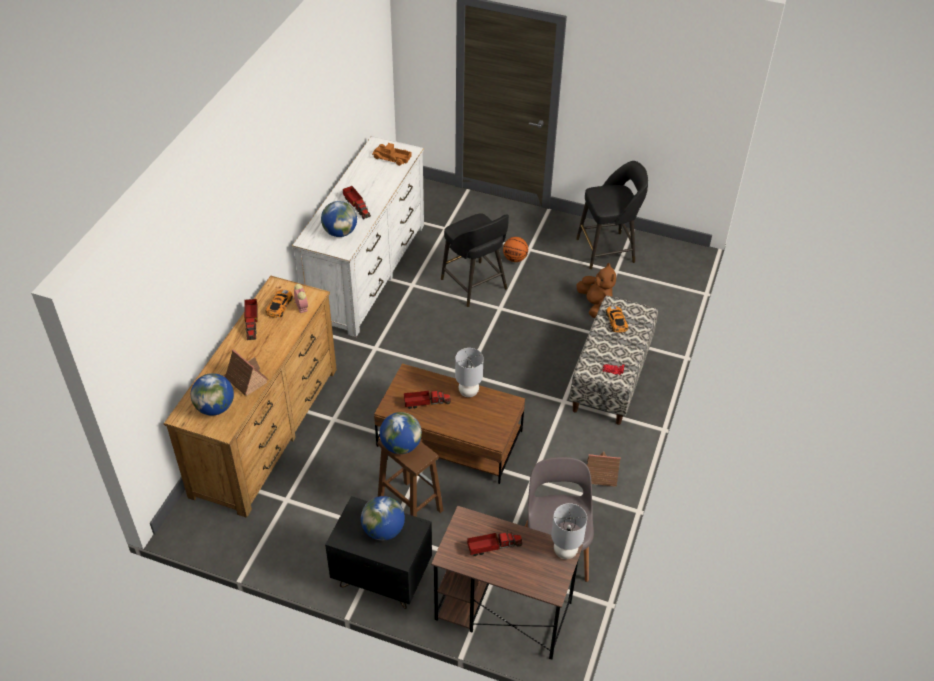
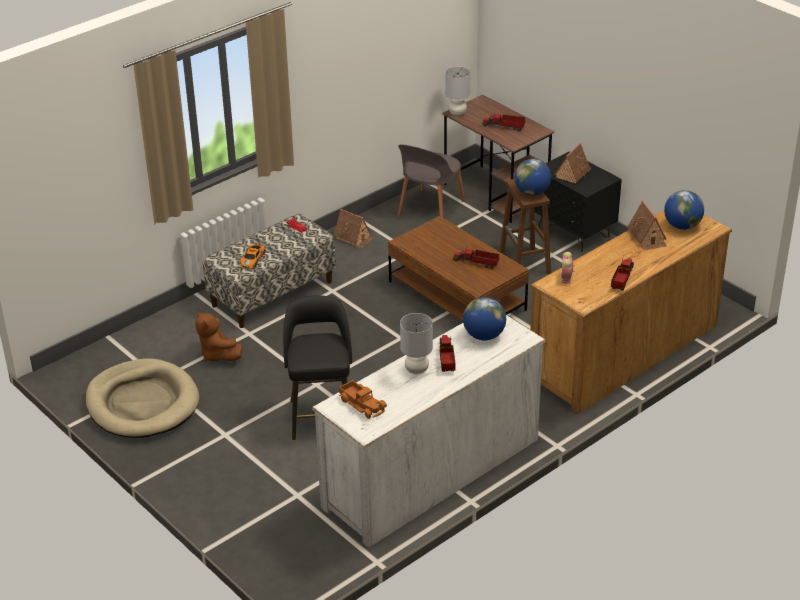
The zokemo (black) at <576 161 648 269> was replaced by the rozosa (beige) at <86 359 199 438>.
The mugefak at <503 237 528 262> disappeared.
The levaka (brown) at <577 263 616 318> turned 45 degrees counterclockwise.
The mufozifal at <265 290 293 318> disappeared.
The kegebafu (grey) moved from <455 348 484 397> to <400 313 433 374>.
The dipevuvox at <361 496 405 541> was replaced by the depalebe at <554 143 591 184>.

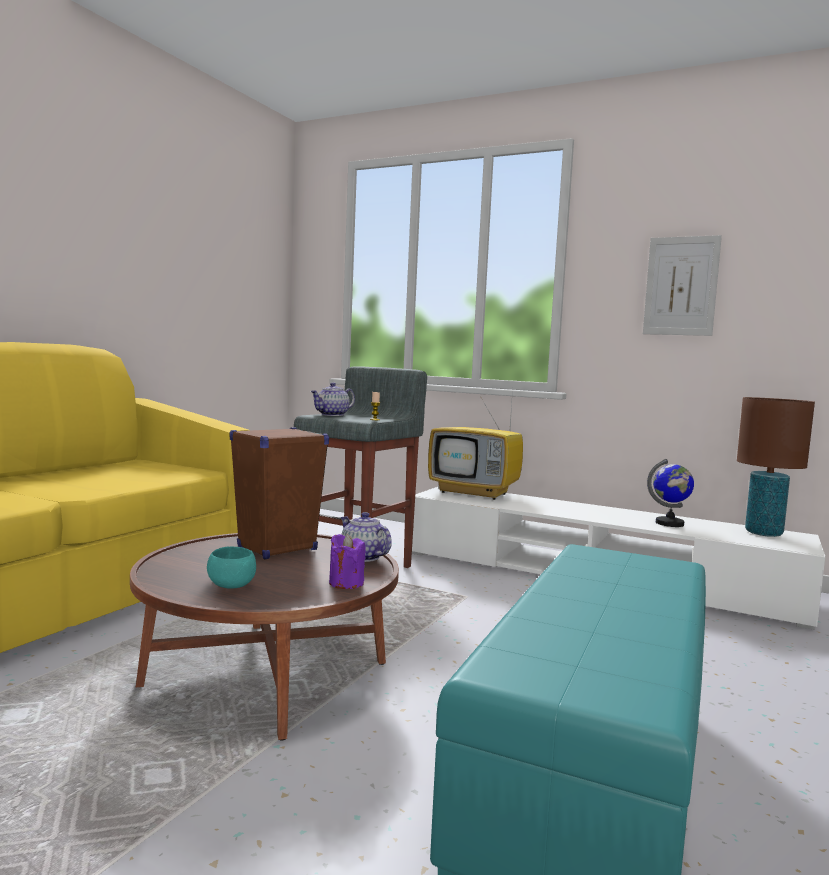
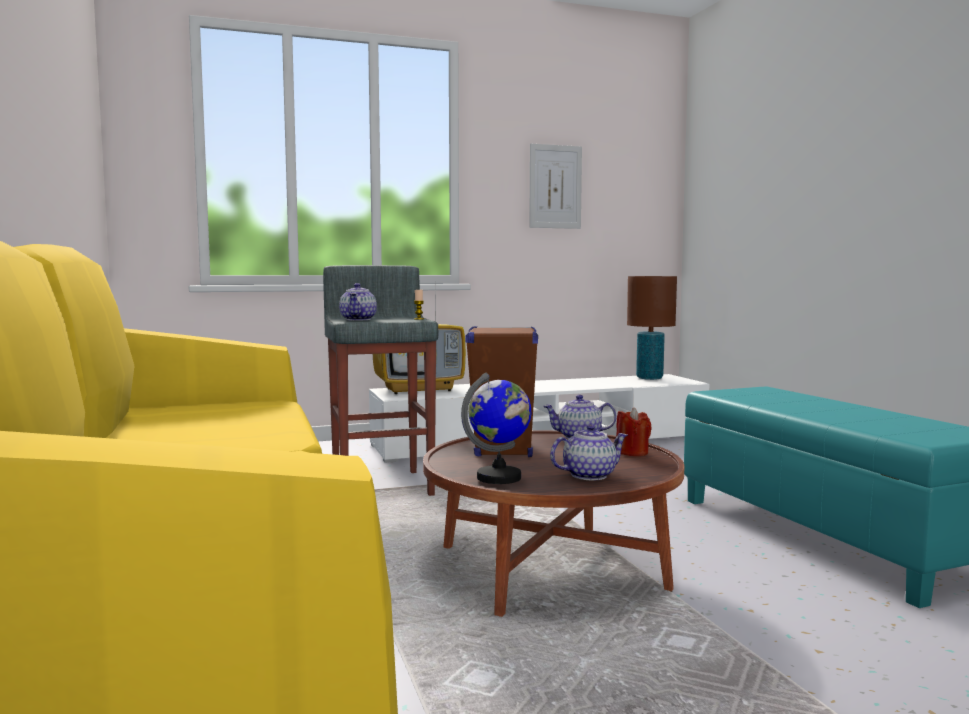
The dipevuvox moved from <647 459 694 527> to <461 373 531 484>.
The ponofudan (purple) at <329 534 365 589> became the ponofudan (red) at <616 408 652 456>.
The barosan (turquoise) at <207 546 256 588> was replaced by the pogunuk at <550 424 628 480>.

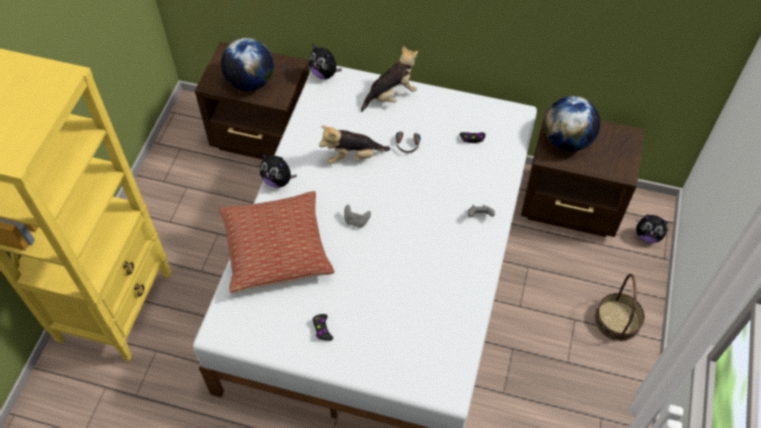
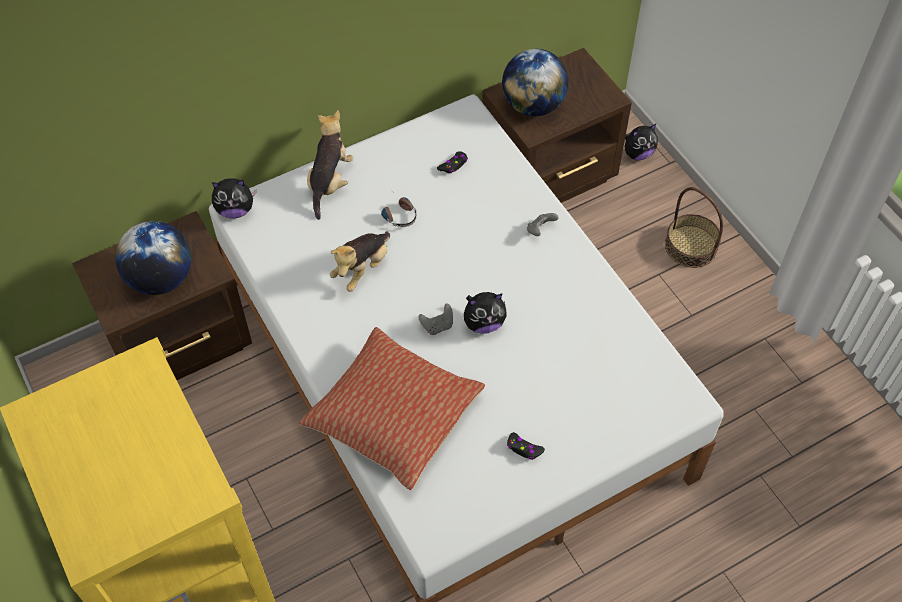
The levaka moved from <260 153 297 188> to <464 292 507 334>.

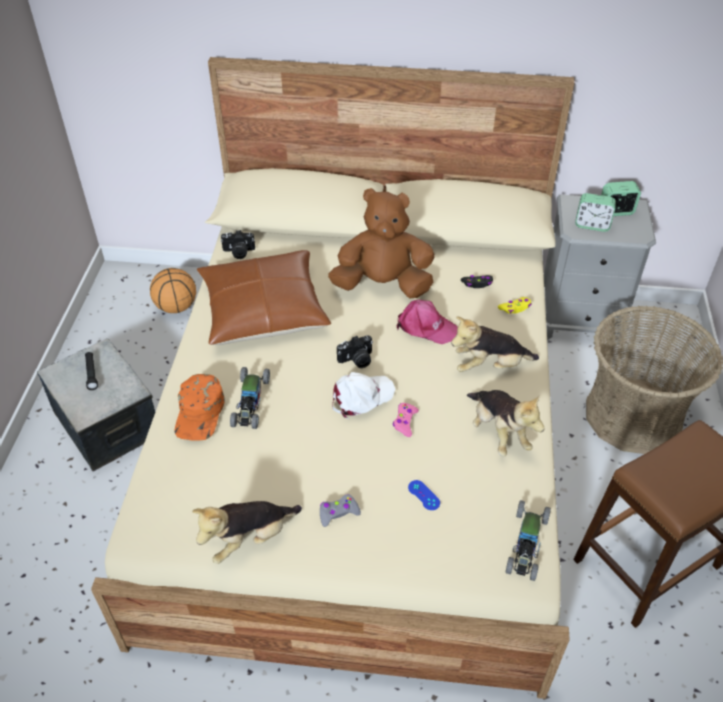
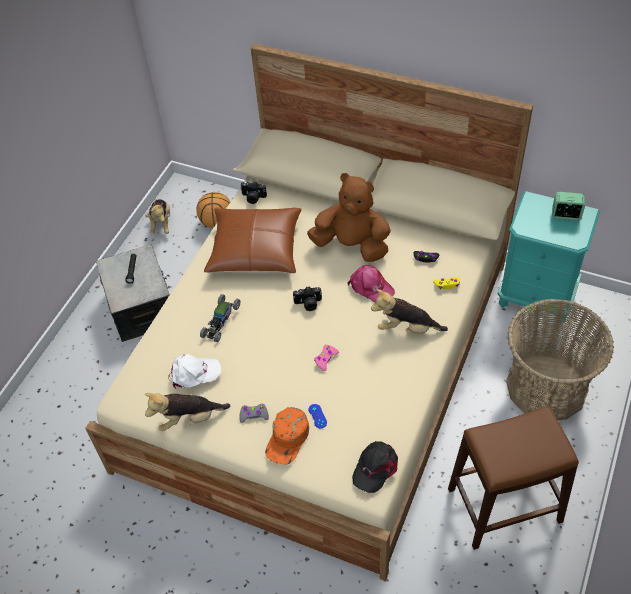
The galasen at <575 193 616 232> disappeared.
The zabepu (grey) at <544 194 656 345> became the zabepu (turquoise) at <498 191 600 323>.
The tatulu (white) moved from <332 372 396 419> to <169 354 221 390>.
The tatulu (orange) moved from <174 374 225 441> to <265 407 309 464>.
The levaka moved from <467 390 545 456> to <145 199 170 234>.
The mufozifal at <506 500 551 581> was replaced by the tatulu (black) at <352 441 398 493>.

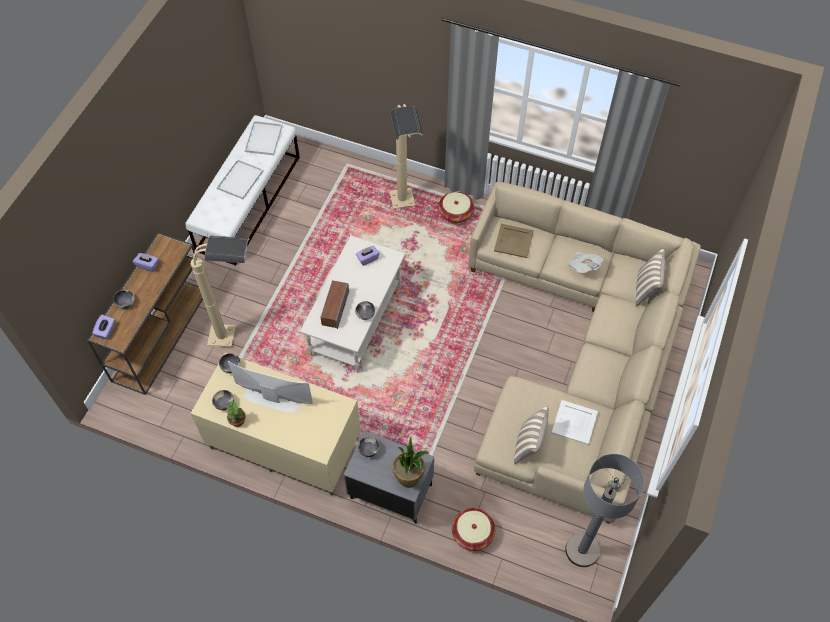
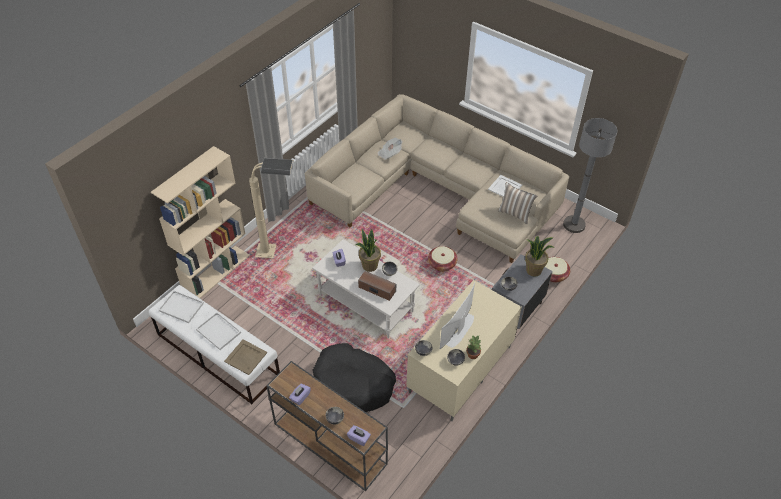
The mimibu moved from <438 192 474 223> to <428 246 457 272>.
The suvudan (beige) moved from <494 224 534 258> to <224 339 267 375>.
The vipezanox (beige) at <190 236 250 347> was replaced by the rozosa (black) at <312 343 396 412>.
The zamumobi at <636 249 665 307> disappeared.
The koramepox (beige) at <151 146 250 298> appeared.
The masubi at <355 229 381 272> appeared.

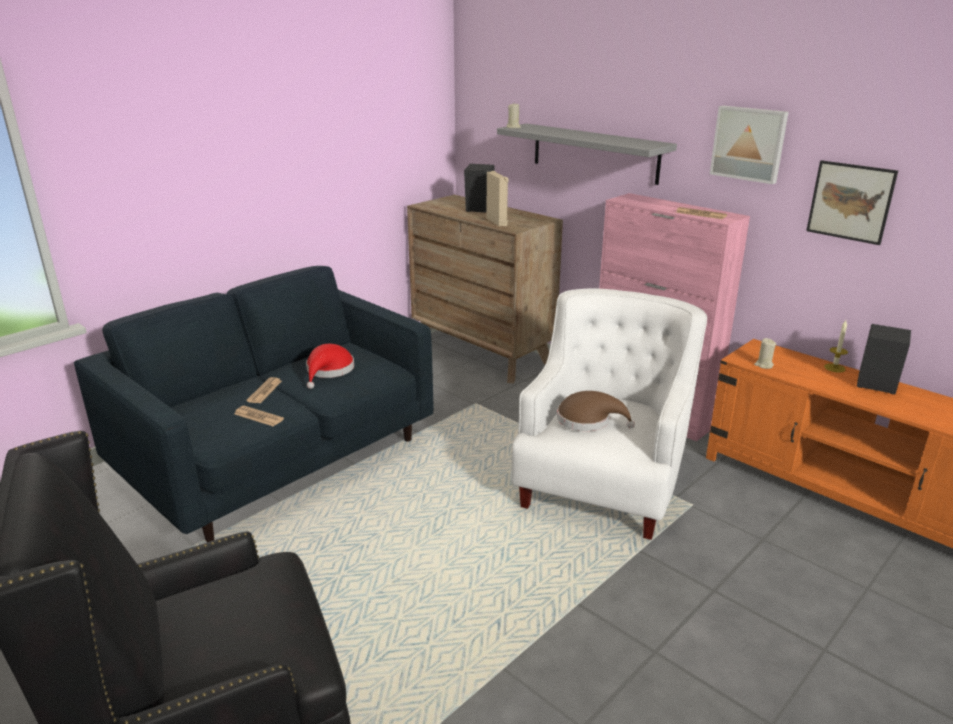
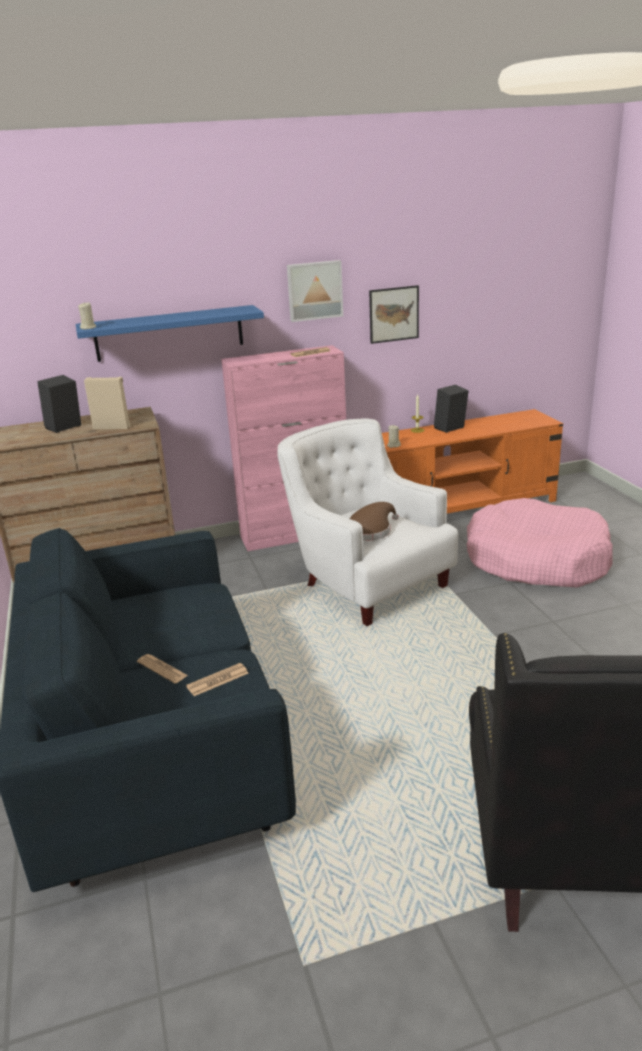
The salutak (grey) at <497 123 677 185> became the salutak (blue) at <76 305 264 362>.
The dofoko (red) at <306 344 354 389> disappeared.
The rozosa (pink) at <466 498 613 588> appeared.

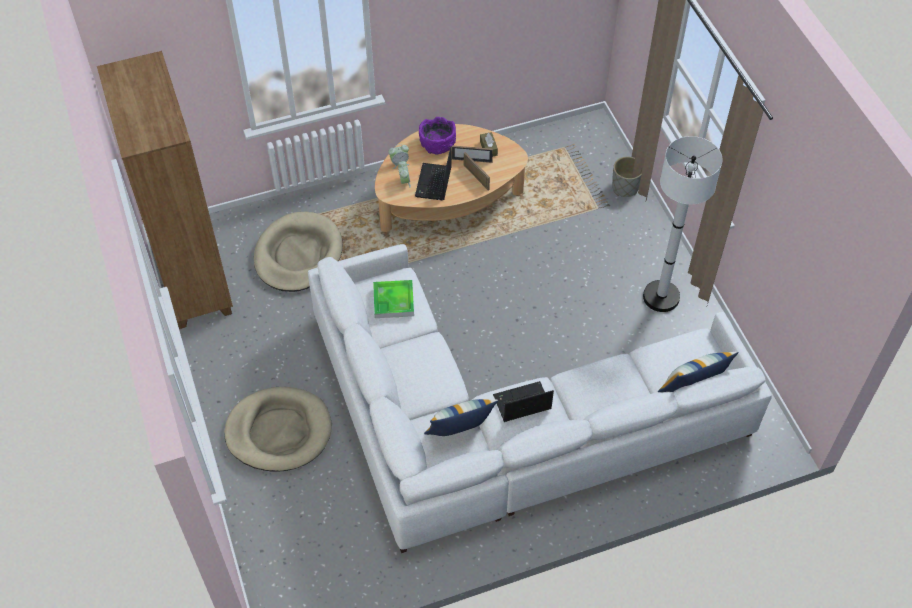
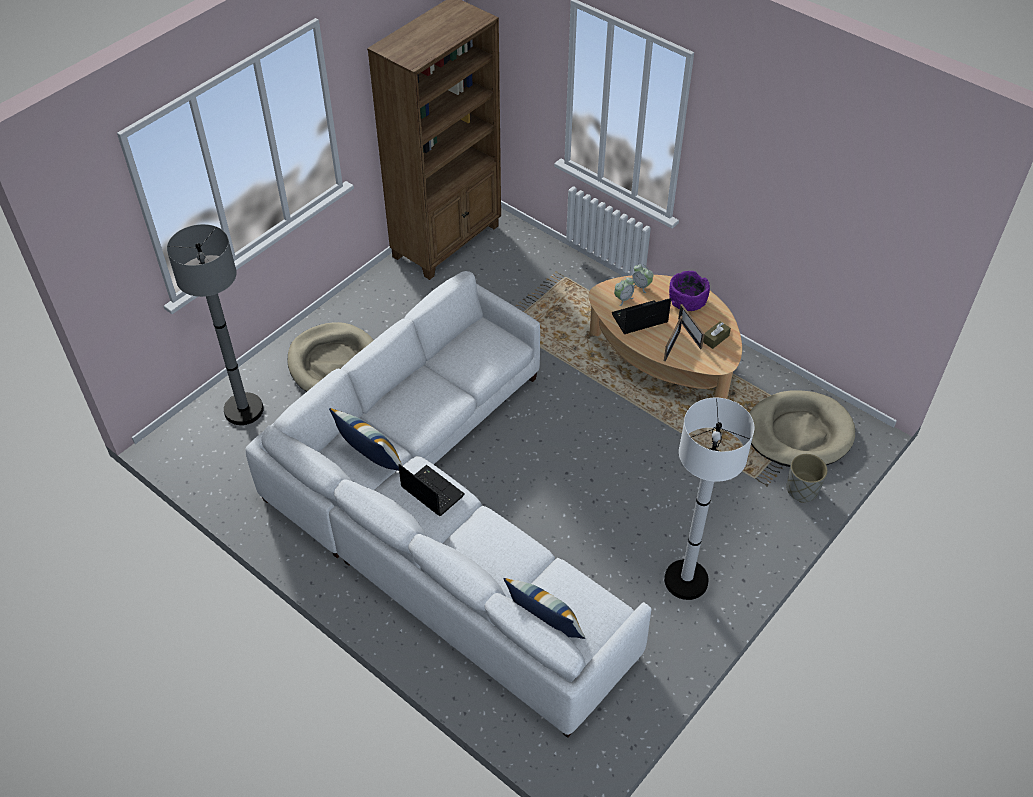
The rozosa (beige) moved from <254 212 343 292> to <749 390 855 467>.
The suvudan at <373 280 414 318> disappeared.
The vipezanox (grey) at <167 224 264 425> appeared.

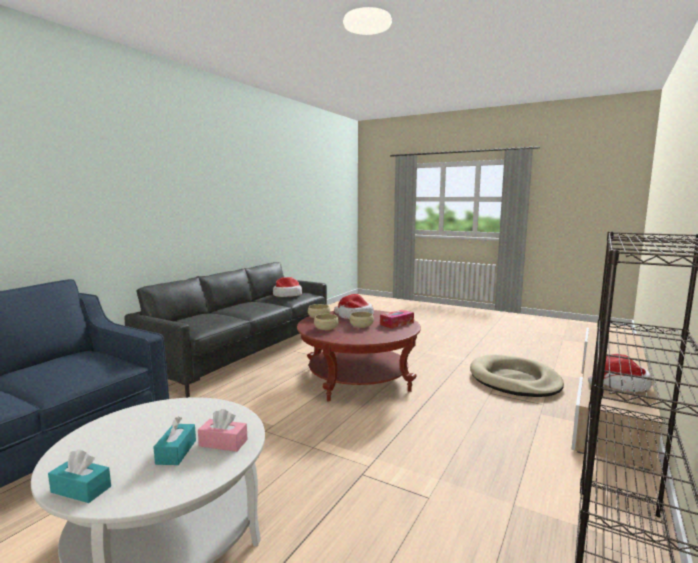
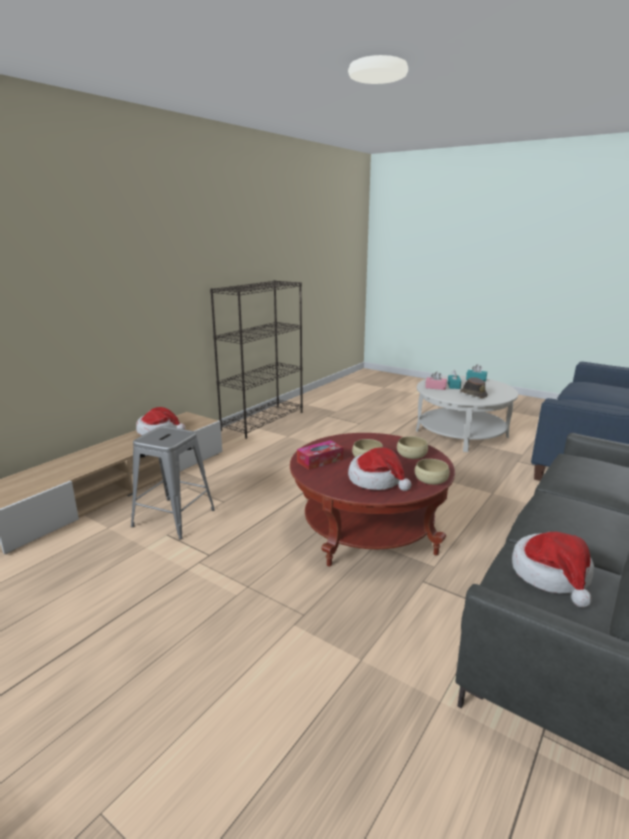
The rozosa (beige) at <470 354 564 397> was replaced by the zokemo (grey) at <131 426 215 540>.
The dofoko (brown) at <460 377 488 398> appeared.

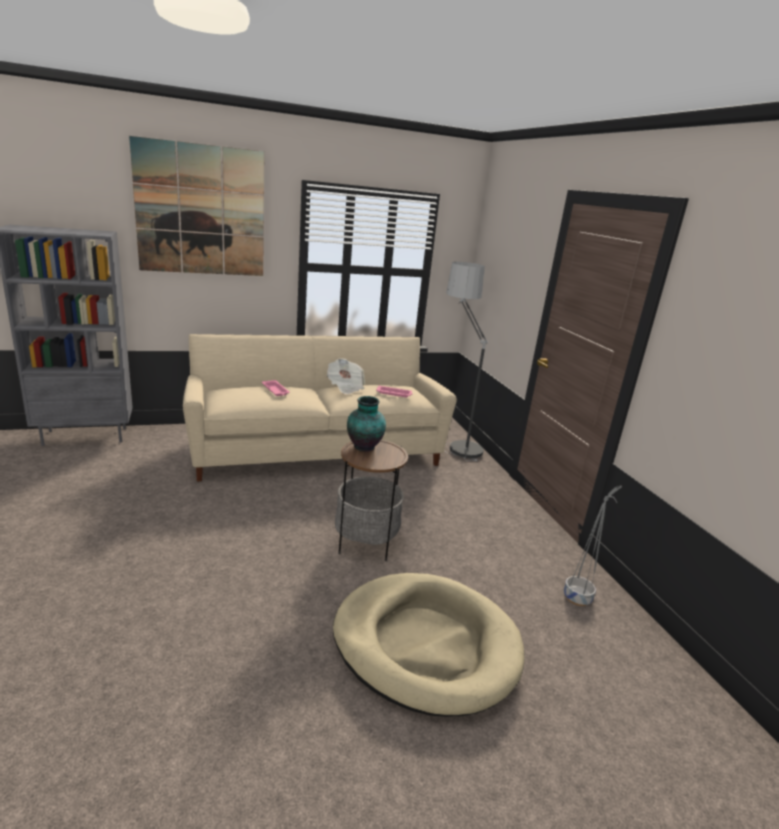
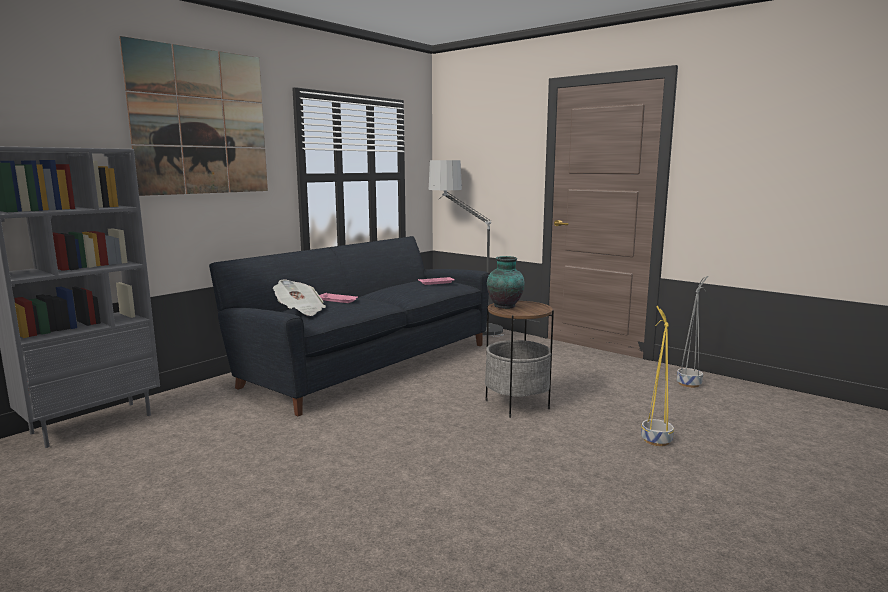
The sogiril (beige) at <183 334 457 482> became the sogiril (black) at <209 236 490 416>.
The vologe moved from <327 358 365 394> to <273 280 326 316>.
The rozosa (beige) at <333 573 525 717> was replaced by the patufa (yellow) at <641 306 674 446>.

